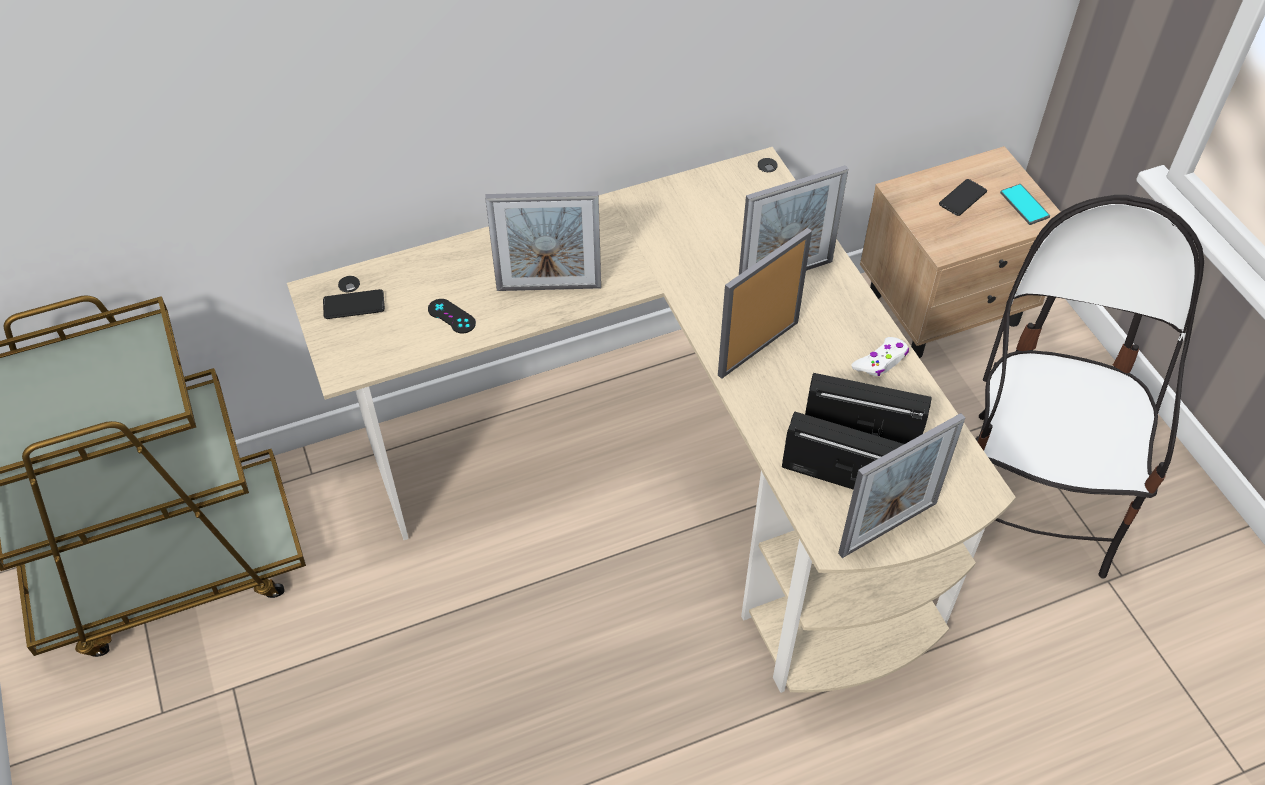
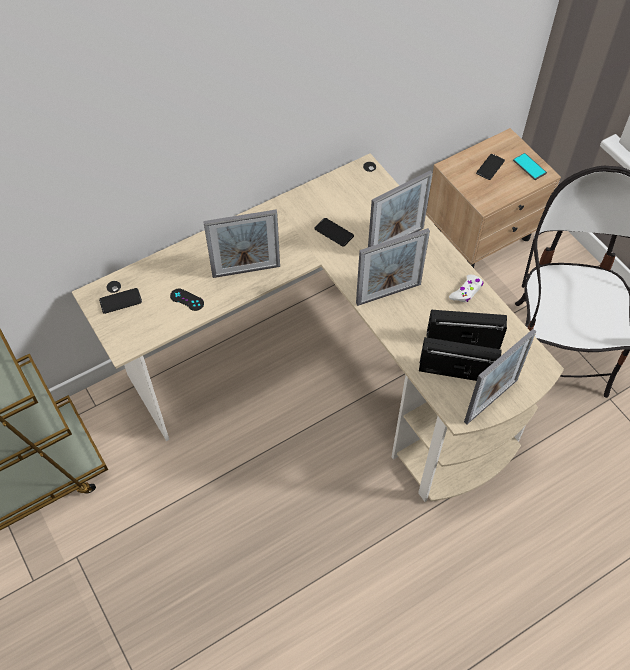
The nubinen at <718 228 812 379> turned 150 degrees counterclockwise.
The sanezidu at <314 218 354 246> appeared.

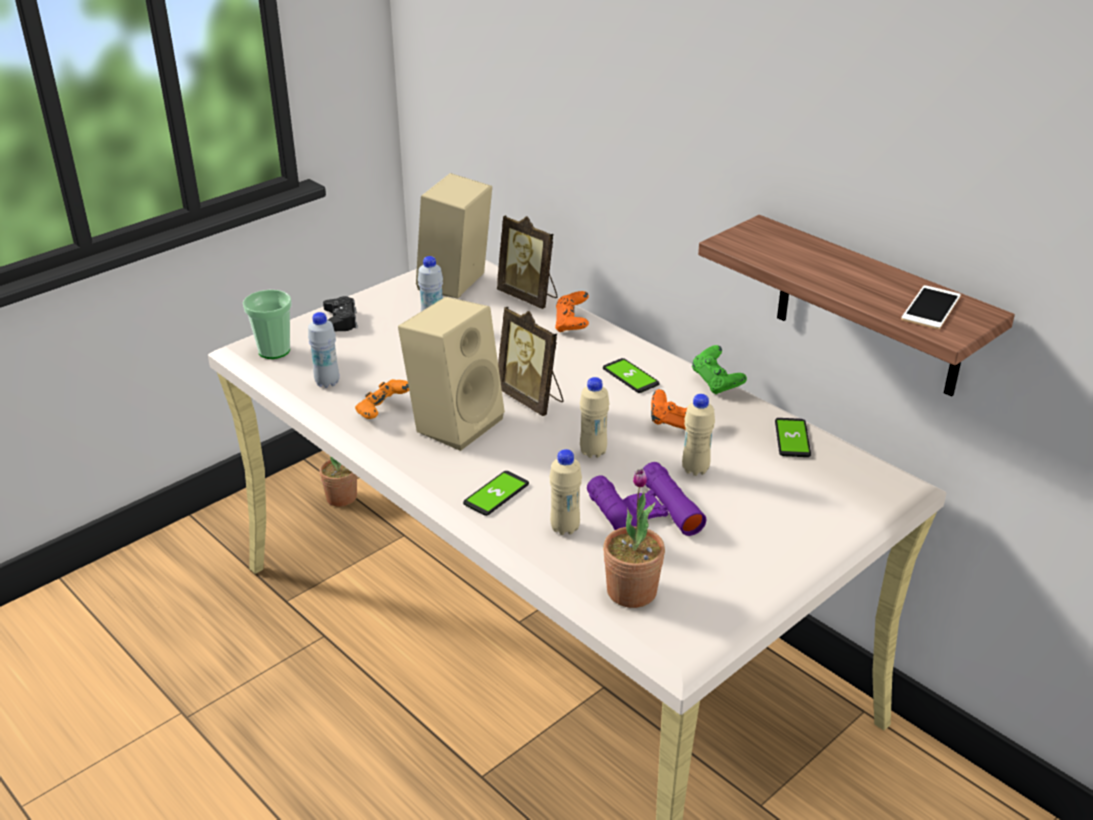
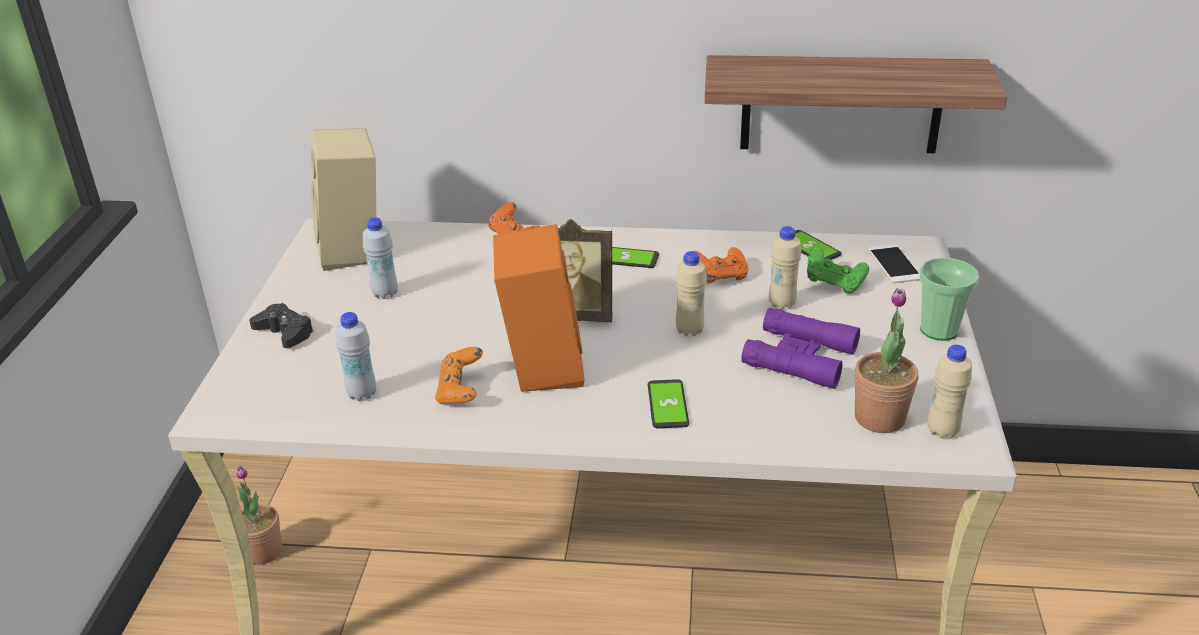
The nubinen at <497 215 558 309> disappeared.
The sanezidu moved from <901 285 961 329> to <867 244 920 283>.
The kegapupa moved from <243 290 292 359> to <919 258 979 341>.
The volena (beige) at <398 297 505 451> became the volena (orange) at <493 224 585 392>.
The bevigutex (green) moved from <692 345 747 394> to <807 247 869 294>.
The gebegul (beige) moved from <549 449 582 535> to <927 345 972 438>.

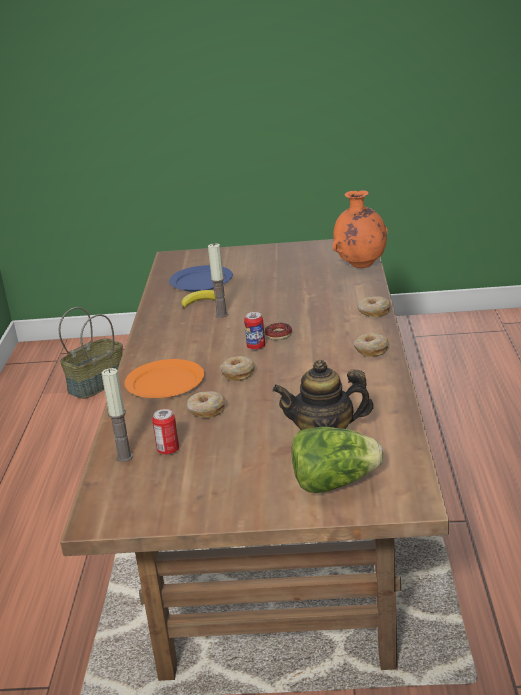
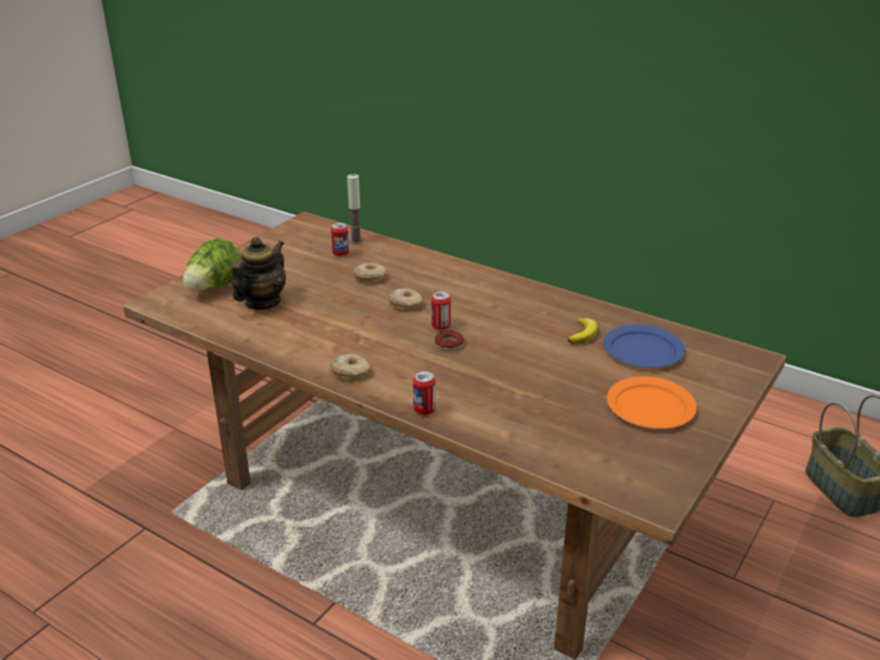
The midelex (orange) at <333 190 388 268> disappeared.
The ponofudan at <208 243 228 318> disappeared.
The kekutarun at <357 296 391 317> was replaced by the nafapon at <413 371 436 415>.
The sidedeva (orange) moved from <125 359 204 398> to <607 377 697 429>.

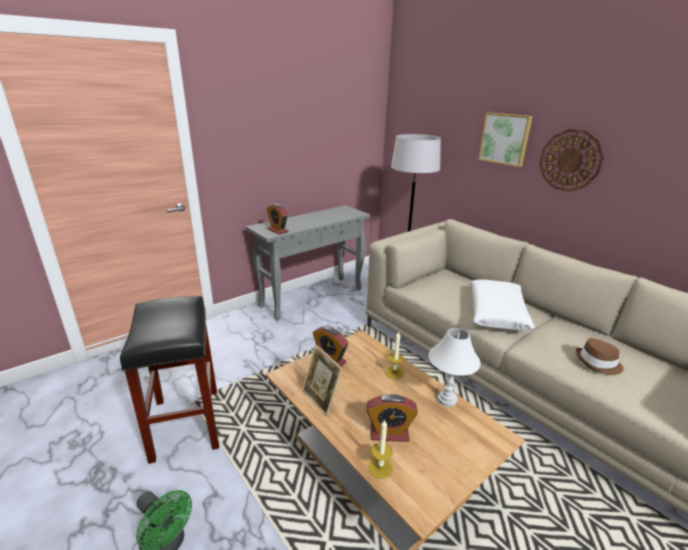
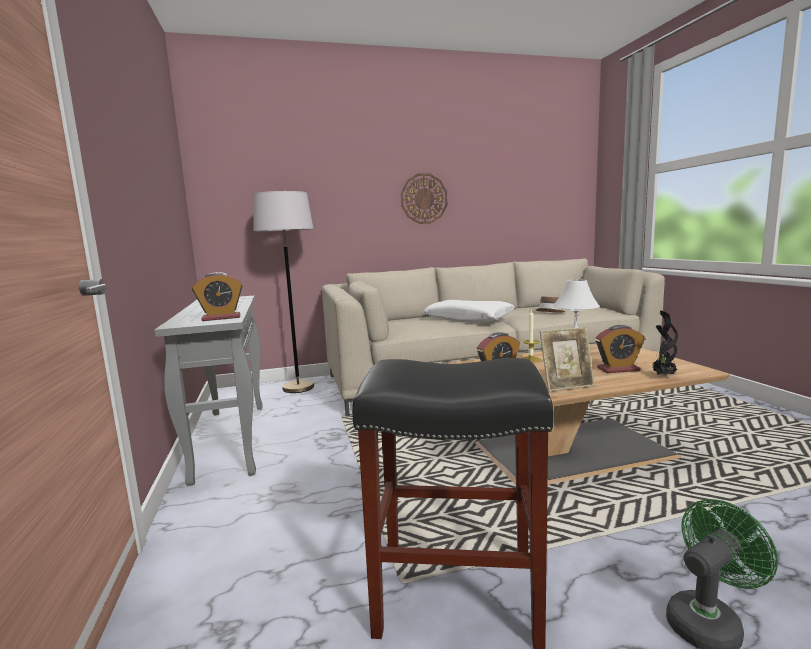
The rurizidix at <478 112 533 167> disappeared.
The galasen at <367 394 418 442> turned 60 degrees clockwise.
The ponofudan at <368 420 393 479> was replaced by the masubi at <651 311 678 376>.

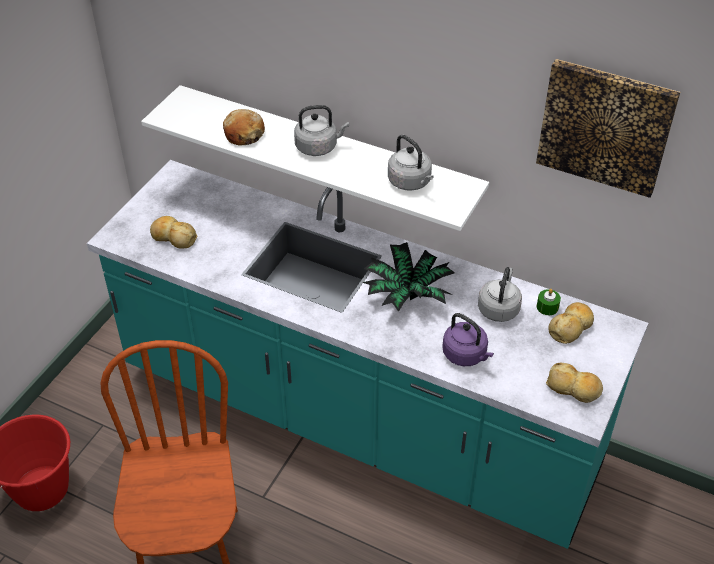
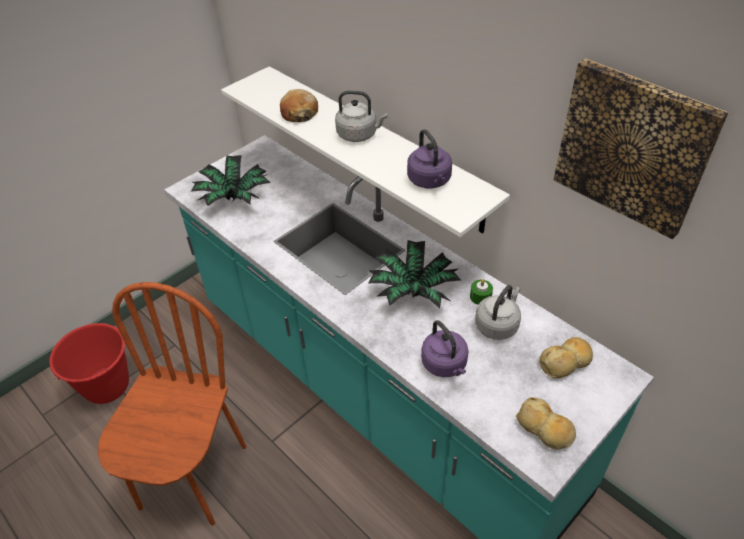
The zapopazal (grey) at <388 135 434 191> became the zapopazal (purple) at <407 129 452 189>.
The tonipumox at <150 216 197 249> was replaced by the masubi at <191 155 270 206>.
The ponofudan (green) moved from <537 289 561 315> to <470 279 493 305>.

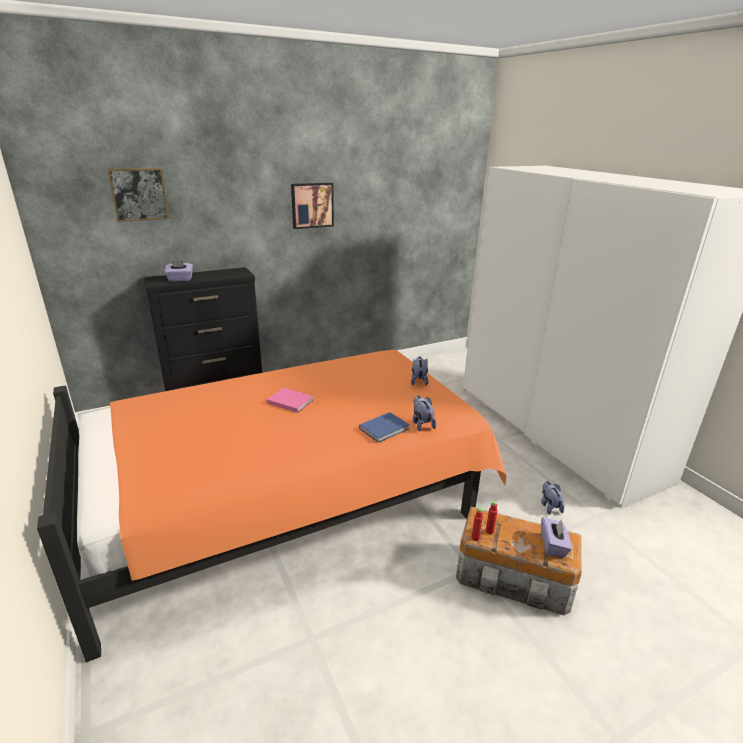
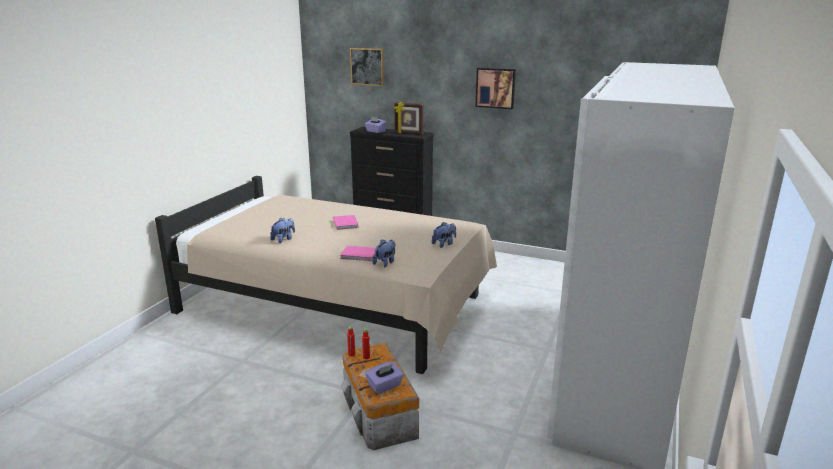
The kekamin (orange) at <37 350 507 662> became the kekamin (beige) at <155 176 497 374>.
The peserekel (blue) at <359 412 410 443> became the peserekel (pink) at <340 246 376 261>.
The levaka moved from <541 481 564 515> to <270 218 295 243>.
The nubinen at <394 102 424 135> appeared.

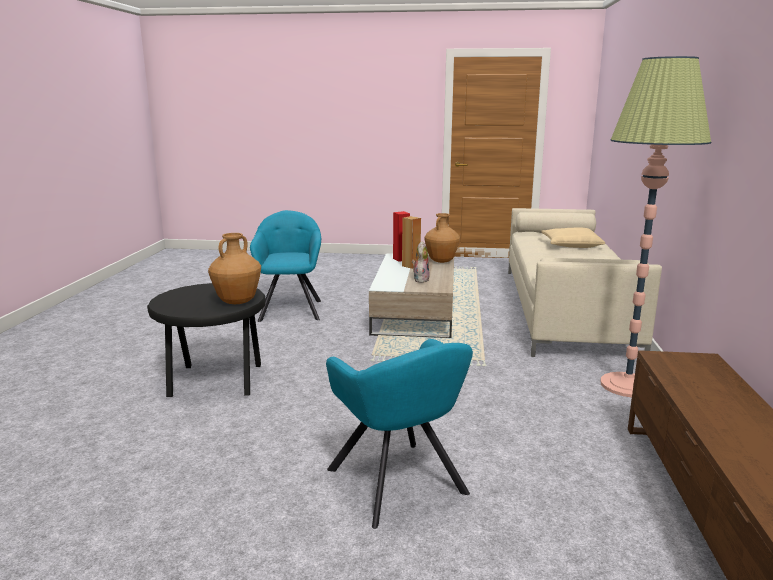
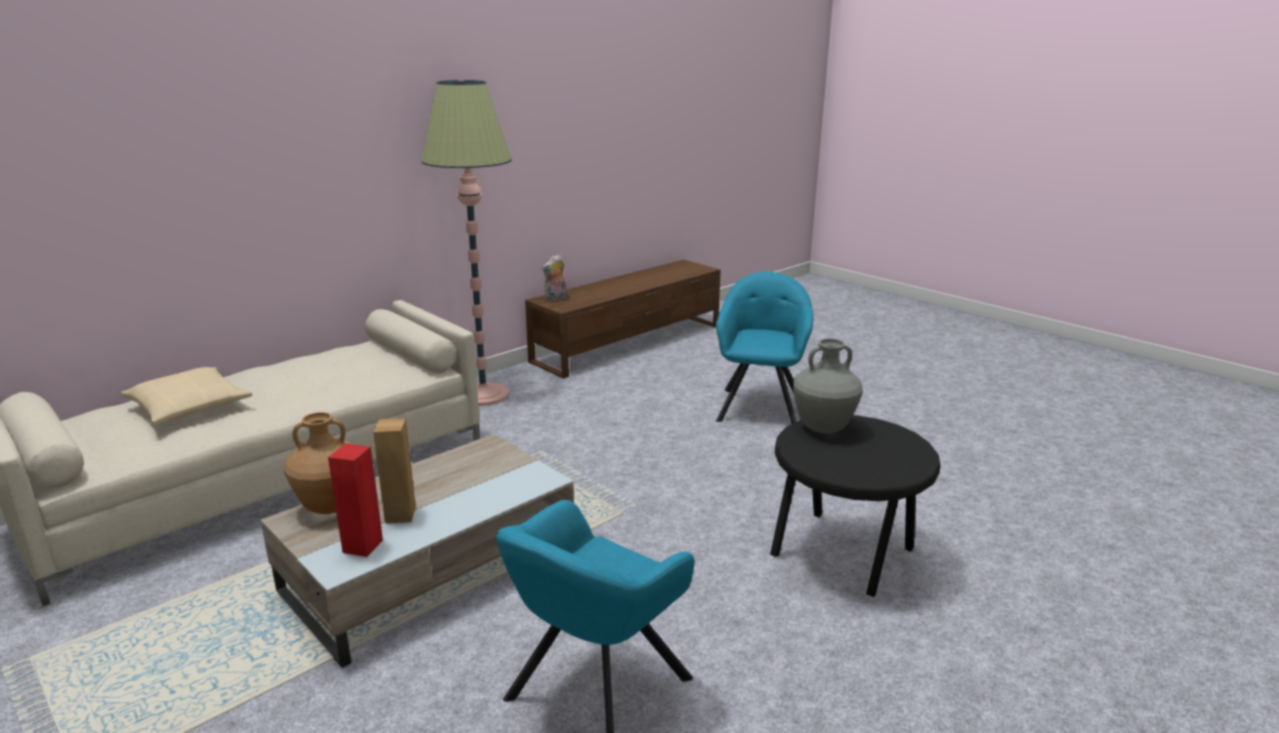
The midelex (brown) at <208 233 261 304> became the midelex (grey) at <793 338 863 433>.
The levaka moved from <412 241 430 283> to <542 255 567 301>.

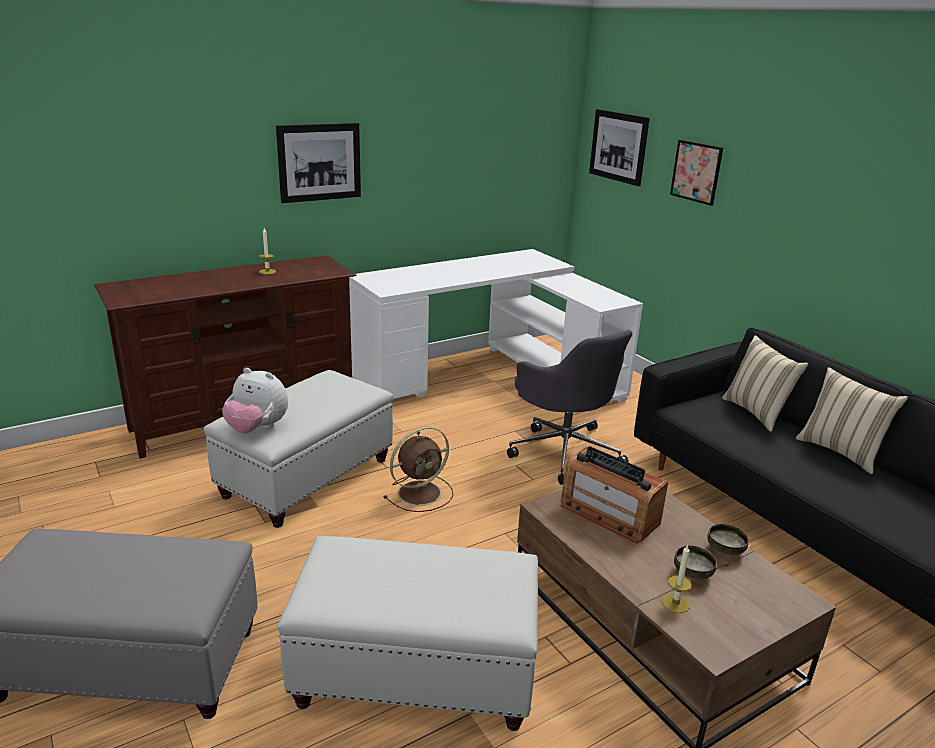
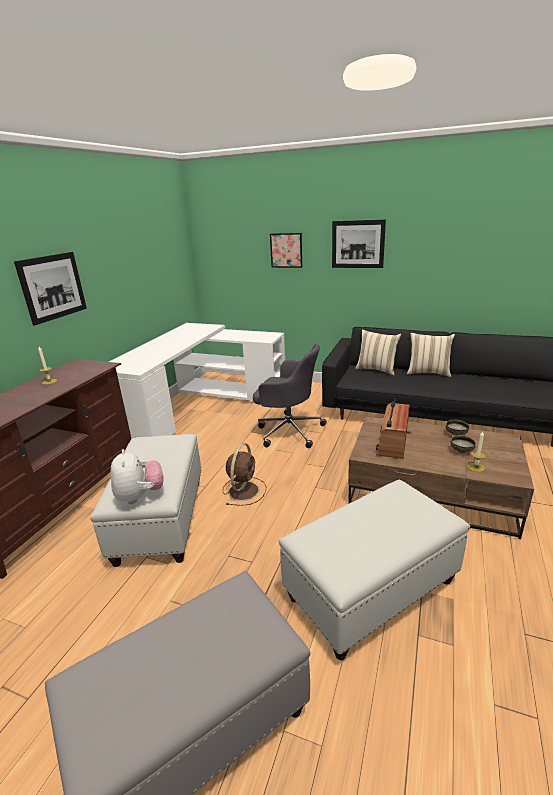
The rurizidix moved from <589 109 650 186> to <332 219 386 268>.
The levaka at <222 368 288 434> turned 90 degrees counterclockwise.
The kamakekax at <560 446 668 543> turned 105 degrees clockwise.

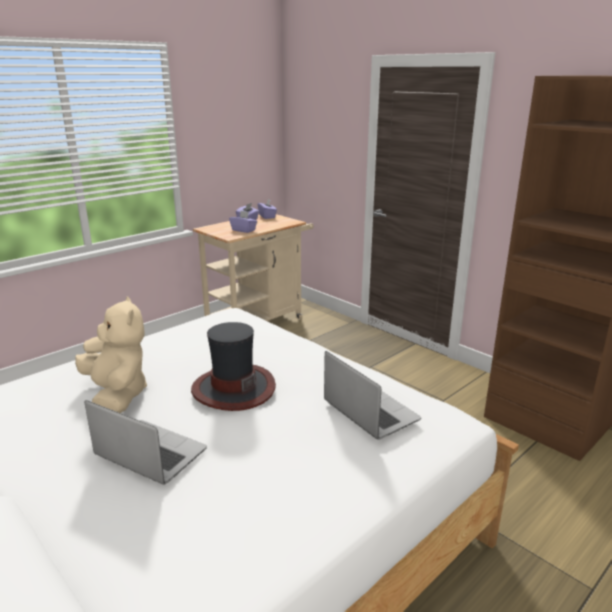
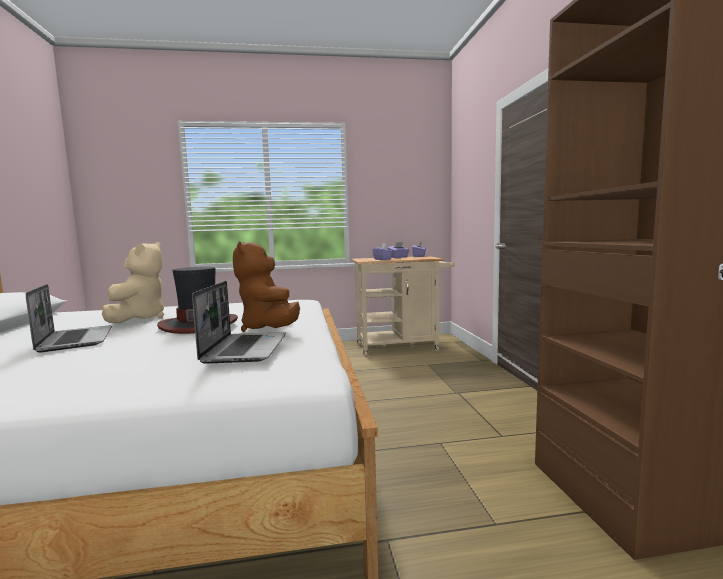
The levaka (brown) at <233 241 300 332> appeared.

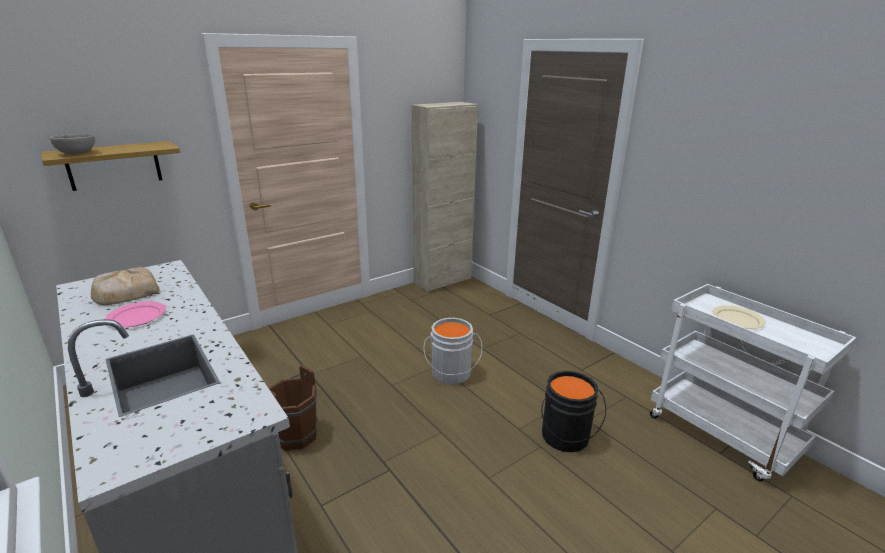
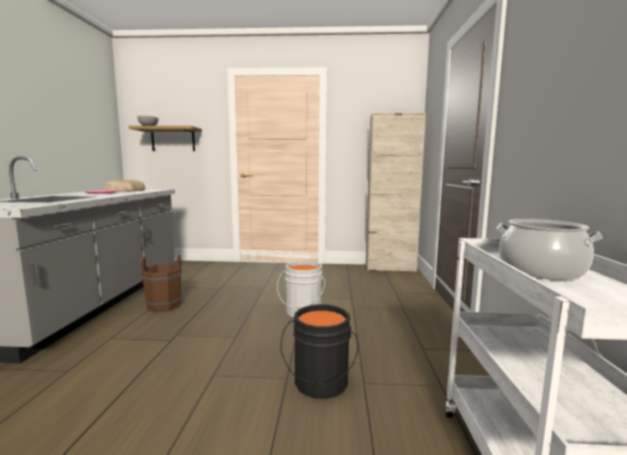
The sidedeva (beige) at <712 305 766 329> was replaced by the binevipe at <497 219 603 280>.

